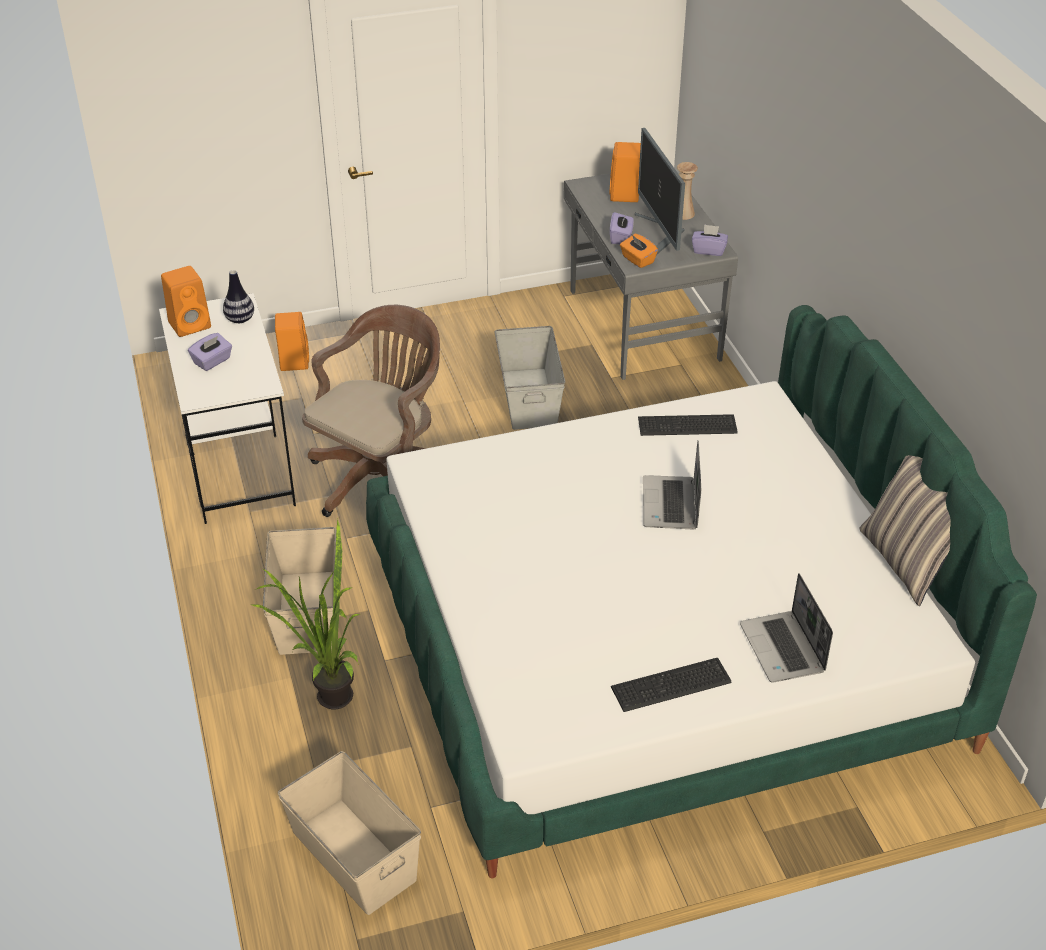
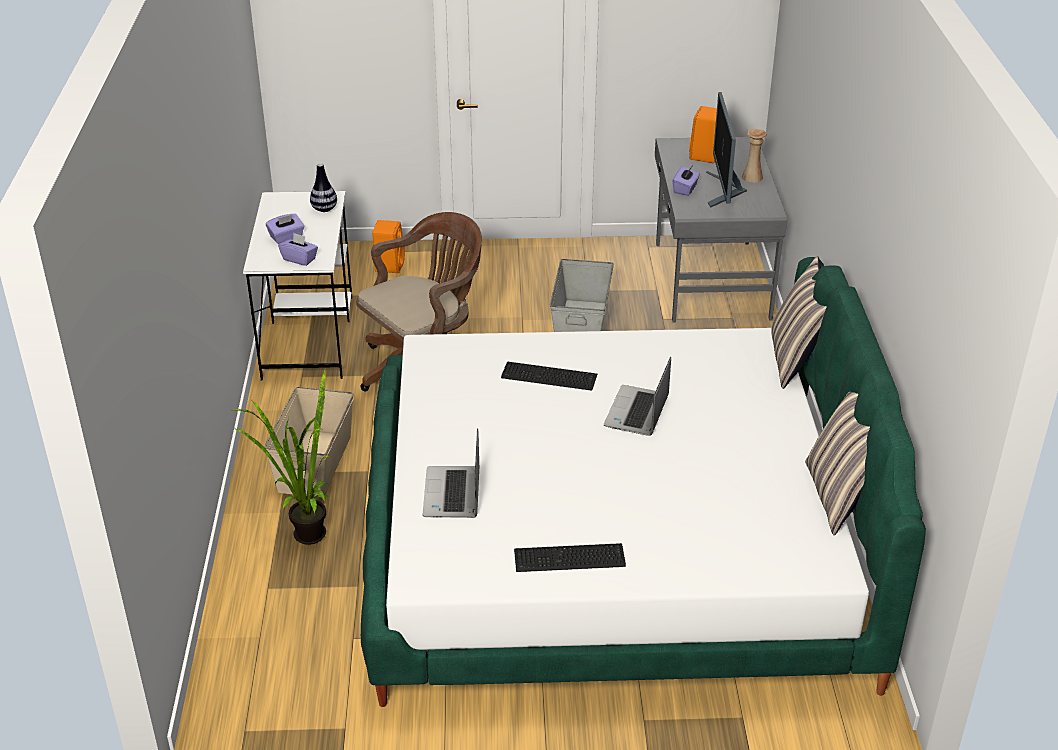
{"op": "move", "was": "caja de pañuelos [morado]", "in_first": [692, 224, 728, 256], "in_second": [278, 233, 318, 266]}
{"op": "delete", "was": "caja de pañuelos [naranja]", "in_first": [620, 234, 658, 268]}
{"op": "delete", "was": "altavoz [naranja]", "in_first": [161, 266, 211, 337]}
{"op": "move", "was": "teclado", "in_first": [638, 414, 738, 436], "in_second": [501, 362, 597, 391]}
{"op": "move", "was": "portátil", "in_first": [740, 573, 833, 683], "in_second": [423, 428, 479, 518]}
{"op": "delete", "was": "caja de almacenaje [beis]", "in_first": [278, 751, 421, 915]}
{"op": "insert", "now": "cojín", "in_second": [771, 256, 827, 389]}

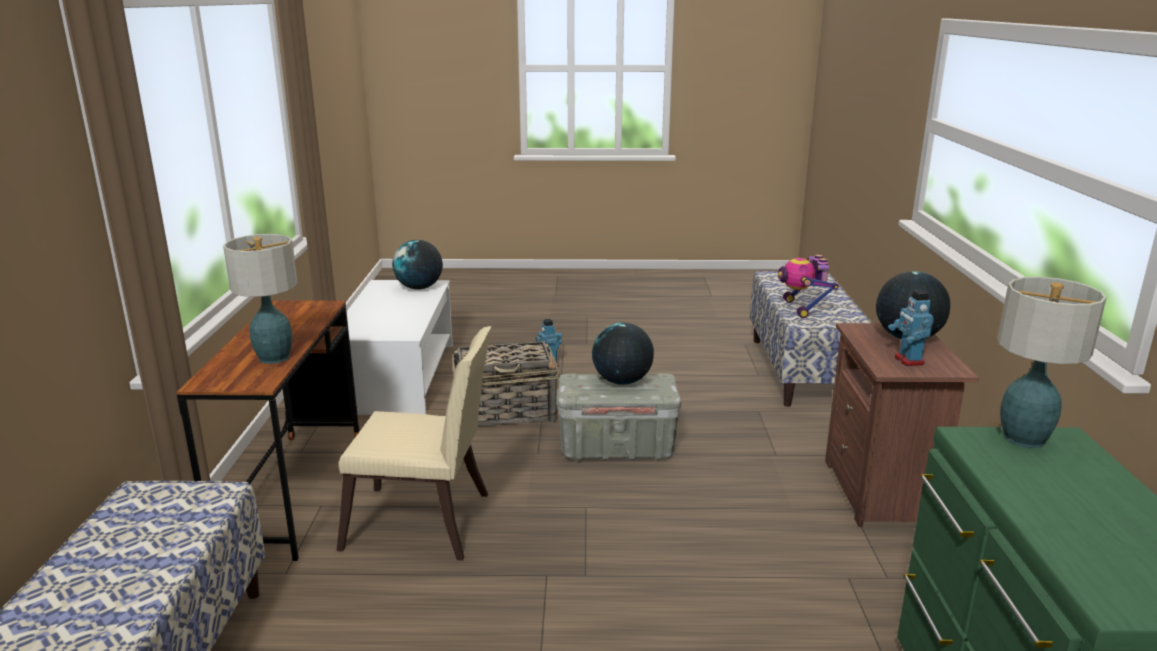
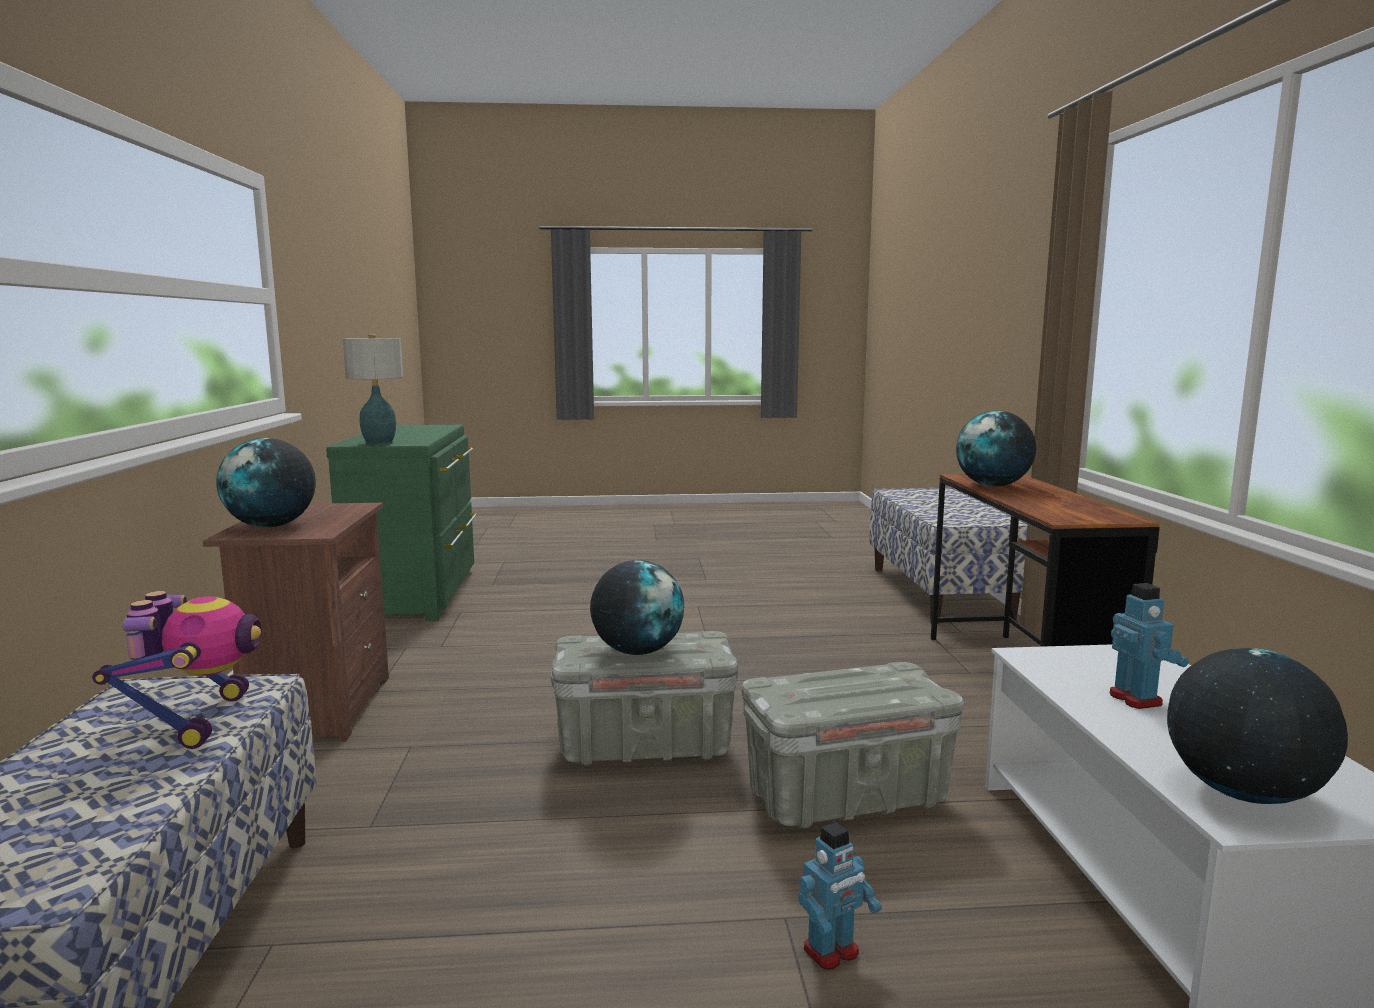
{"op": "replace", "was": "lámpara de mesa", "now": "globo terráqueo", "in_first": [223, 234, 298, 364], "in_second": [956, 411, 1036, 487]}
{"op": "move", "was": "robot de juguete", "in_first": [888, 290, 934, 366], "in_second": [1109, 583, 1189, 709]}
{"op": "delete", "was": "silla [beis]", "in_first": [337, 326, 491, 561]}
{"op": "replace", "was": "cesta", "now": "caja de almacenaje [gris]", "in_first": [452, 341, 559, 427], "in_second": [742, 662, 964, 829]}

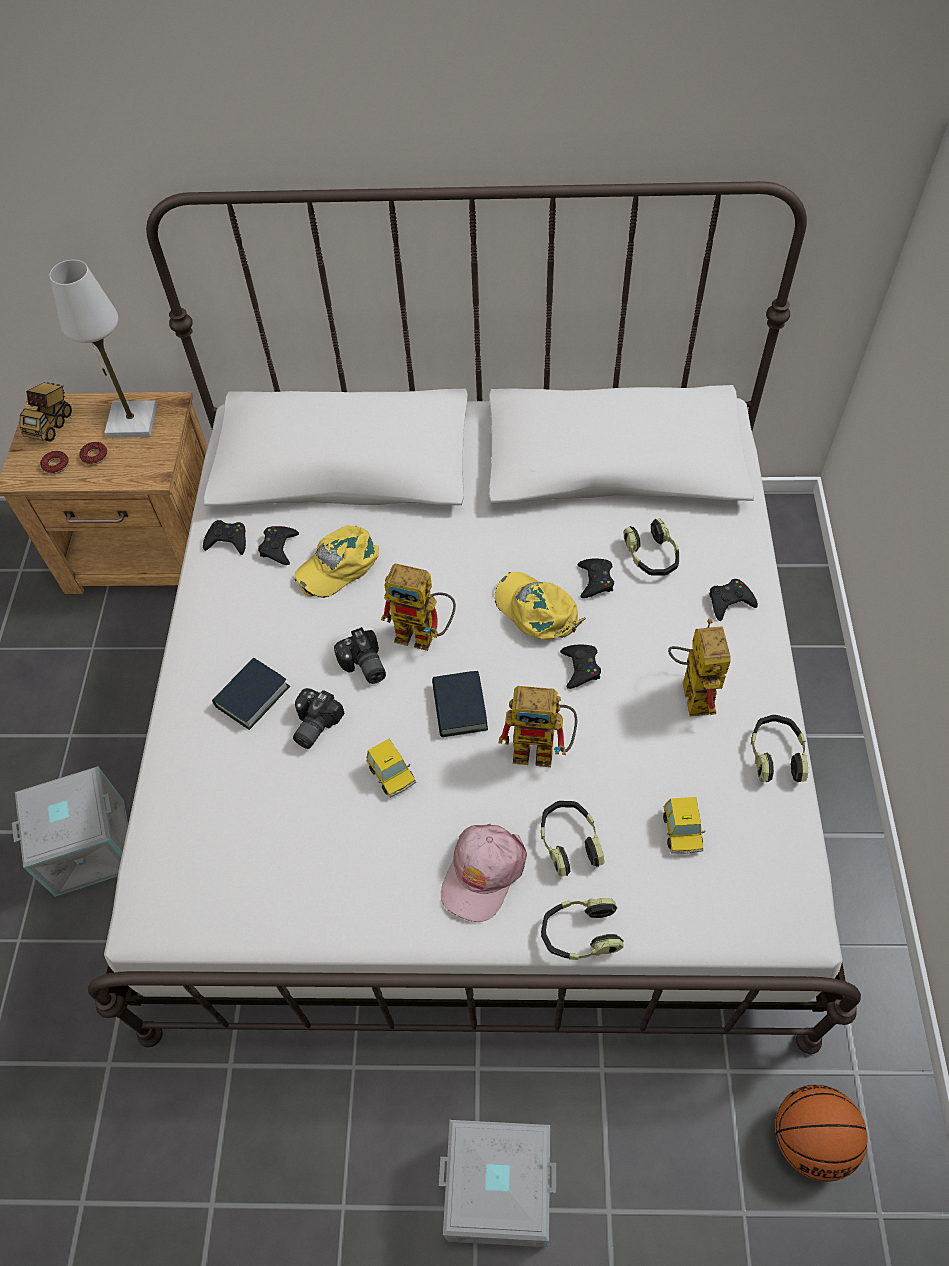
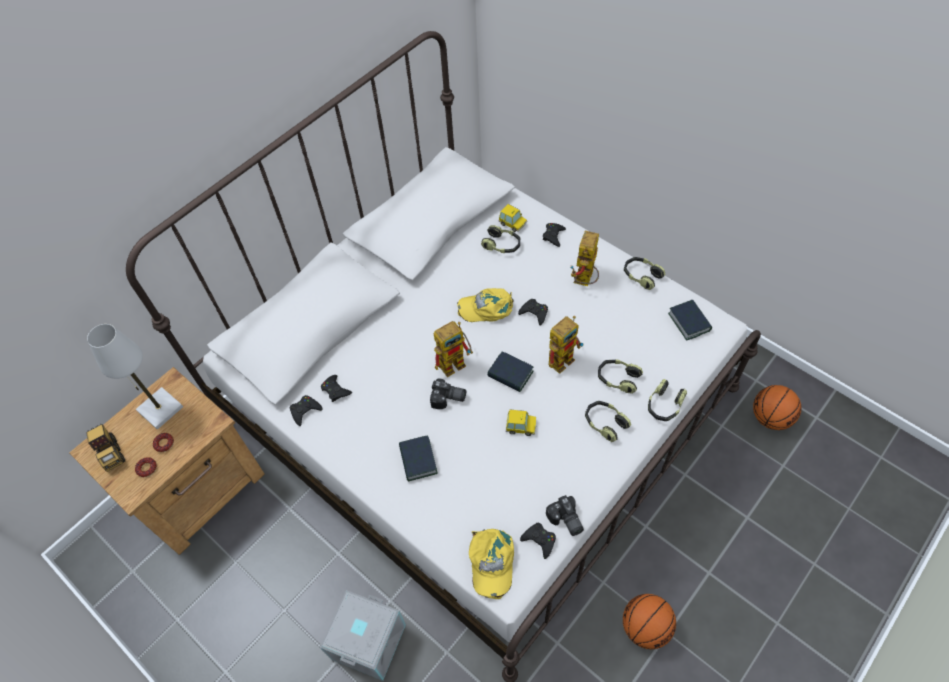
{"op": "move", "was": "gorra [amarillo]", "in_first": [295, 525, 379, 598], "in_second": [469, 529, 514, 599]}
{"op": "move", "was": "mando de consola [negro]", "in_first": [578, 558, 614, 598], "in_second": [520, 523, 556, 559]}
{"op": "rotate", "was": "robot de juguete", "in_first": [668, 618, 731, 716], "in_second": [570, 231, 599, 286], "clockwise": -105}
{"op": "move", "was": "cámara", "in_first": [293, 688, 345, 749], "in_second": [546, 495, 584, 536]}
{"op": "move", "was": "coche de juguete", "in_first": [663, 797, 705, 854], "in_second": [498, 204, 527, 232]}
{"op": "replace", "was": "gorra [rosa]", "now": "auriculares", "in_first": [441, 824, 527, 922], "in_second": [585, 401, 631, 442]}
{"op": "delete", "was": "caja de almacenaje [gris]", "in_first": [439, 1120, 556, 1247]}
{"op": "insert", "now": "libro", "in_second": [668, 300, 712, 341]}
{"op": "insert", "now": "balón de baloncesto", "in_second": [623, 594, 676, 649]}

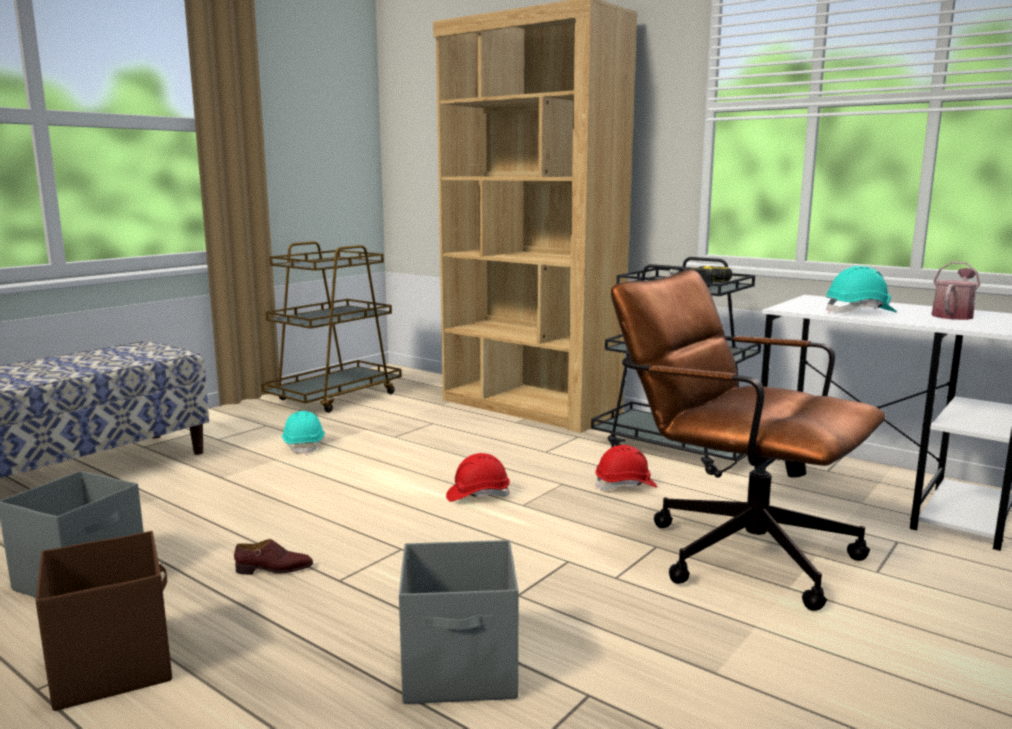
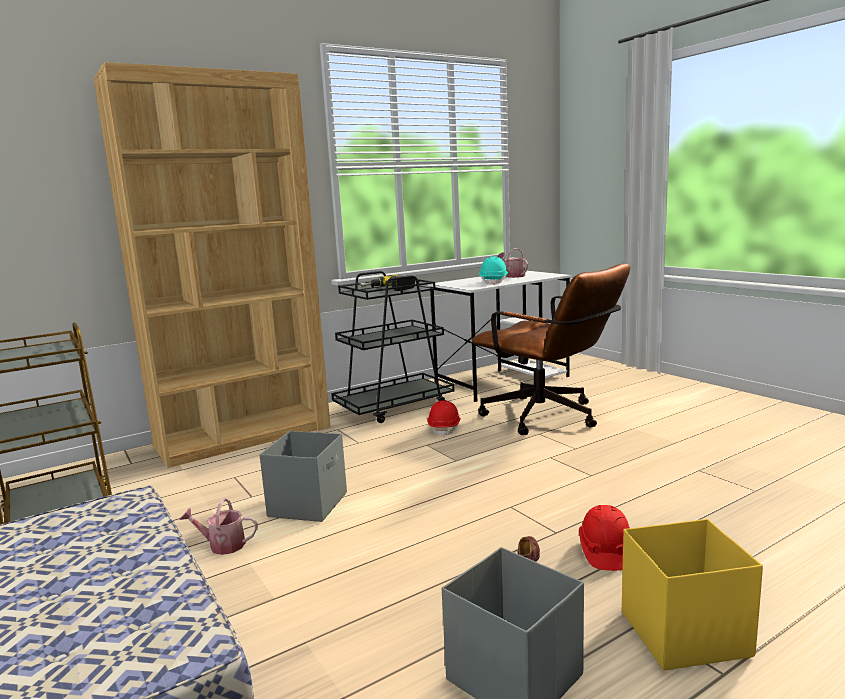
{"op": "rotate", "was": "silla de oficina [marrón]", "in_first": [611, 270, 886, 611], "in_second": [472, 264, 630, 435], "clockwise": -105}
{"op": "replace", "was": "casco [turquesa]", "now": "regadera", "in_first": [282, 411, 325, 455], "in_second": [179, 498, 258, 555]}
{"op": "move", "was": "casco [rojo]", "in_first": [446, 453, 510, 502], "in_second": [579, 505, 630, 571]}
{"op": "recolor", "was": "caja de almacenaje [marrón]", "now": "caja de almacenaje [amarillo]", "in_first": [36, 531, 172, 711], "in_second": [622, 519, 763, 670]}
{"op": "move", "was": "caja de almacenaje [gris]", "in_first": [399, 540, 519, 704], "in_second": [259, 431, 347, 522]}

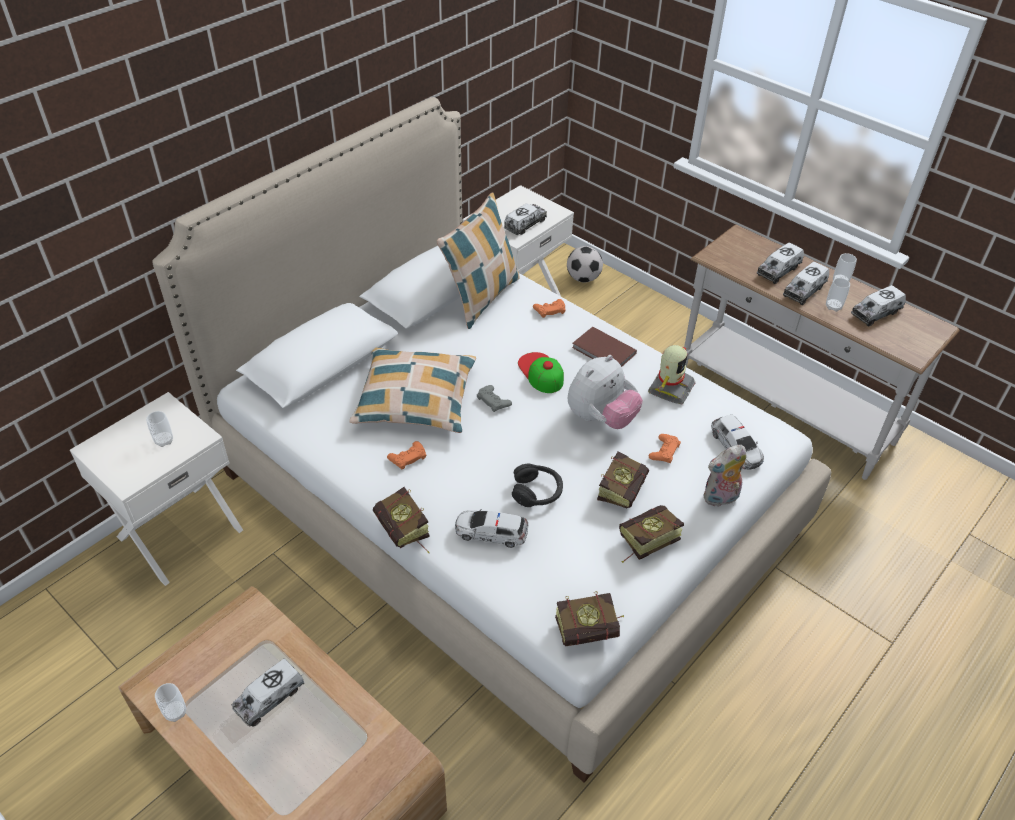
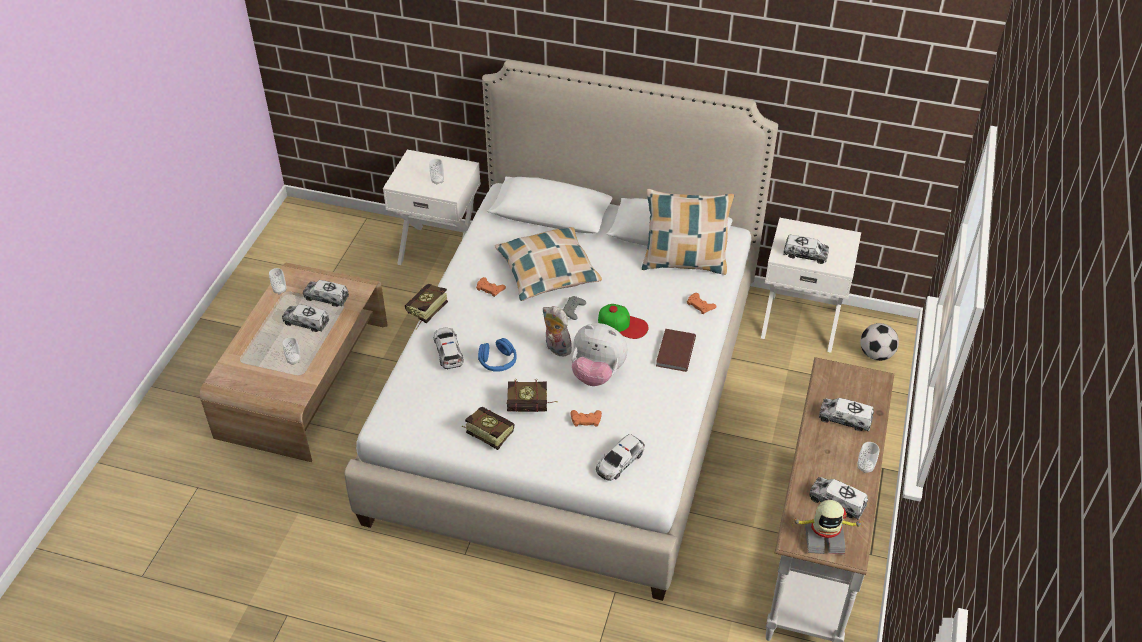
{"op": "move", "was": "camión de juguete", "in_first": [783, 262, 829, 305], "in_second": [303, 280, 349, 307]}
{"op": "move", "was": "taza", "in_first": [826, 278, 850, 312], "in_second": [282, 337, 301, 365]}
{"op": "move", "was": "robot de juguete", "in_first": [648, 345, 695, 404], "in_second": [791, 500, 863, 555]}
{"op": "rotate", "was": "gorra", "in_first": [518, 352, 564, 393], "in_second": [598, 304, 648, 339], "clockwise": 75}
{"op": "move", "was": "peluche", "in_first": [704, 445, 747, 507], "in_second": [542, 306, 572, 357]}
{"op": "recolor", "was": "auriculares [negro]", "now": "auriculares [azul]", "in_first": [512, 464, 563, 507], "in_second": [478, 338, 517, 372]}
{"op": "delete", "was": "libro", "in_first": [555, 591, 624, 646]}

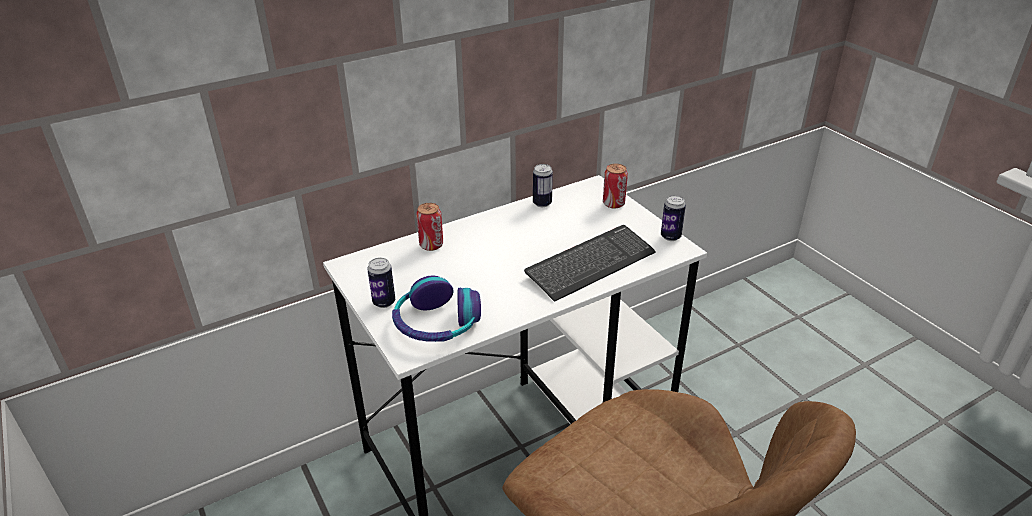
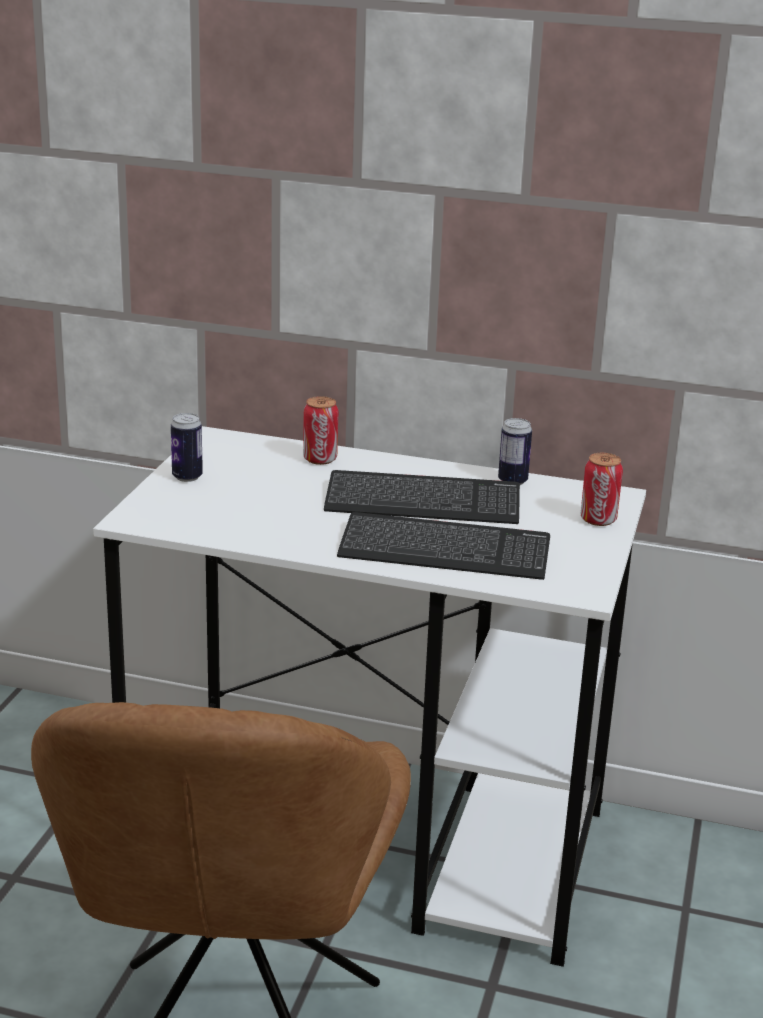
{"op": "delete", "was": "lata", "in_first": [661, 195, 686, 241]}
{"op": "delete", "was": "auriculares", "in_first": [392, 276, 481, 342]}
{"op": "insert", "now": "teclado", "in_second": [324, 470, 520, 524]}

